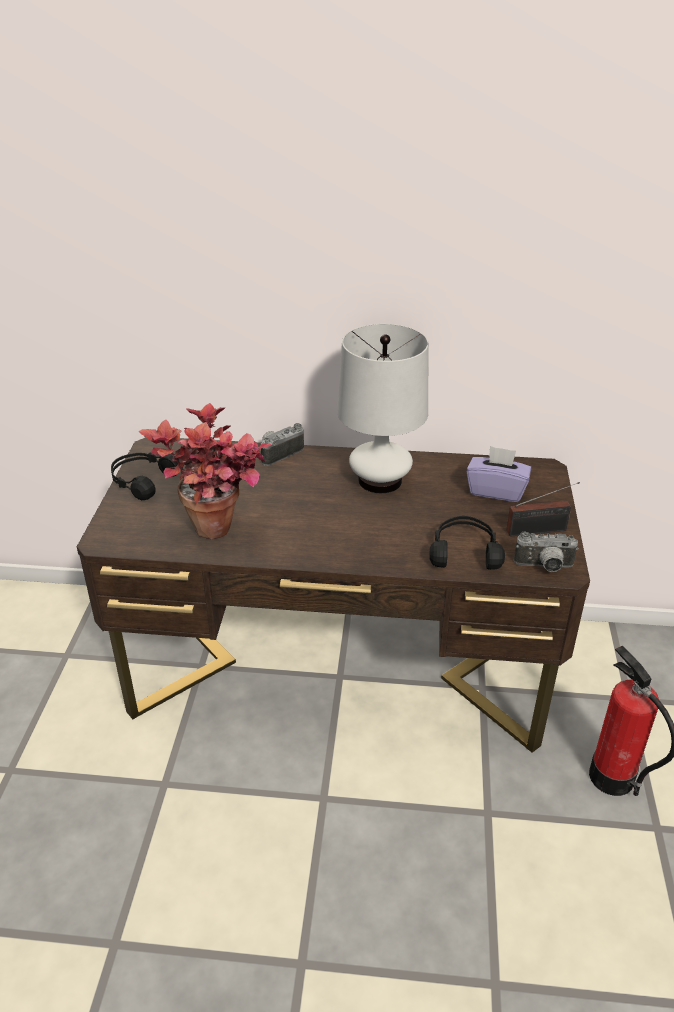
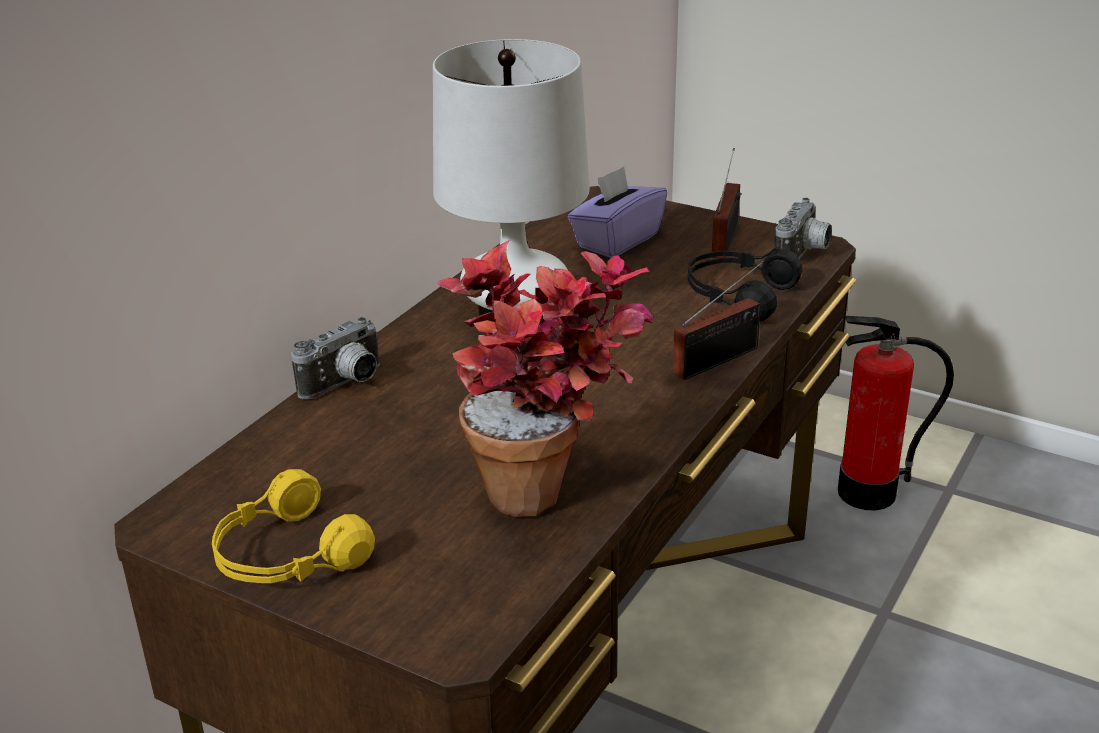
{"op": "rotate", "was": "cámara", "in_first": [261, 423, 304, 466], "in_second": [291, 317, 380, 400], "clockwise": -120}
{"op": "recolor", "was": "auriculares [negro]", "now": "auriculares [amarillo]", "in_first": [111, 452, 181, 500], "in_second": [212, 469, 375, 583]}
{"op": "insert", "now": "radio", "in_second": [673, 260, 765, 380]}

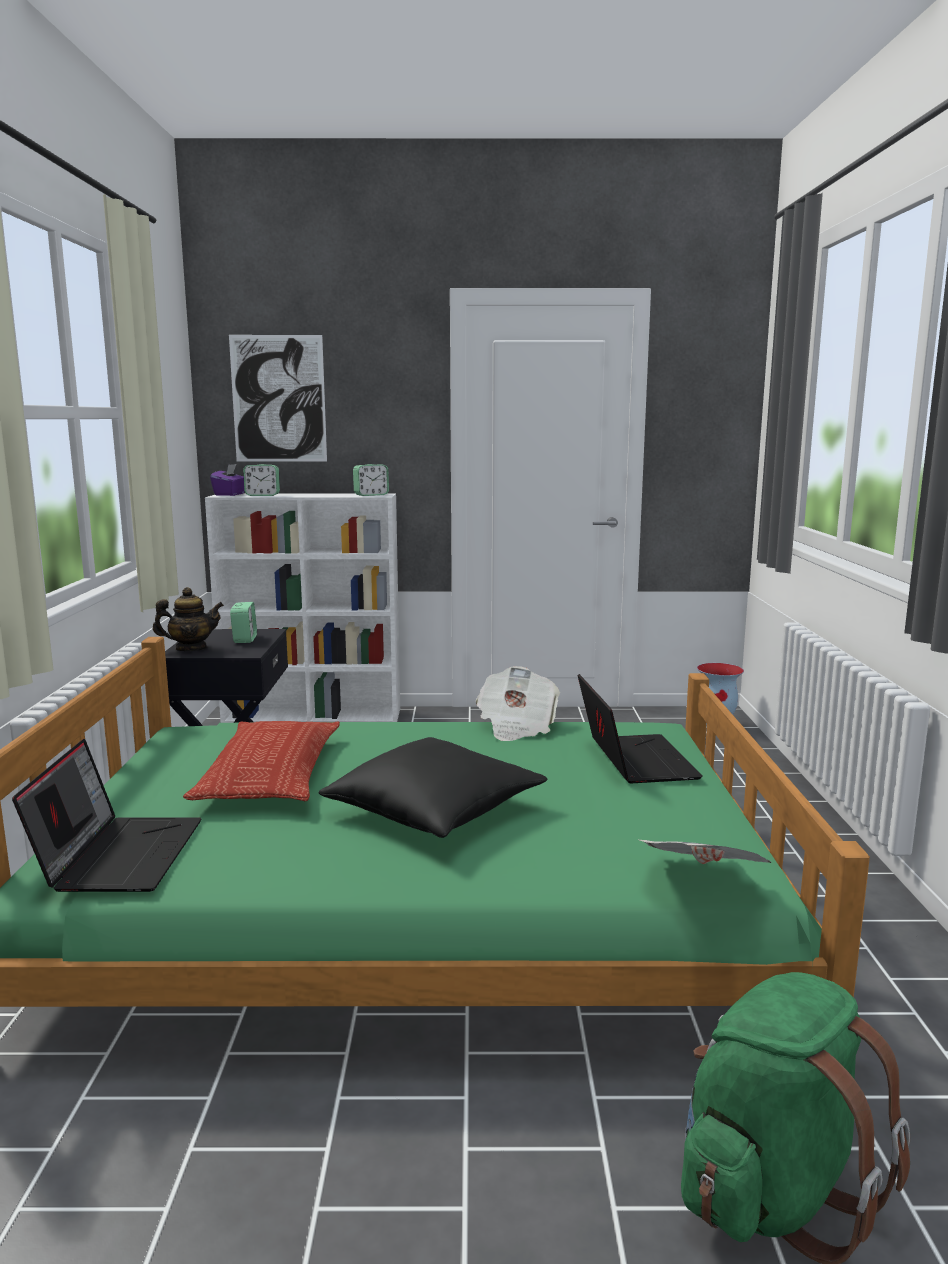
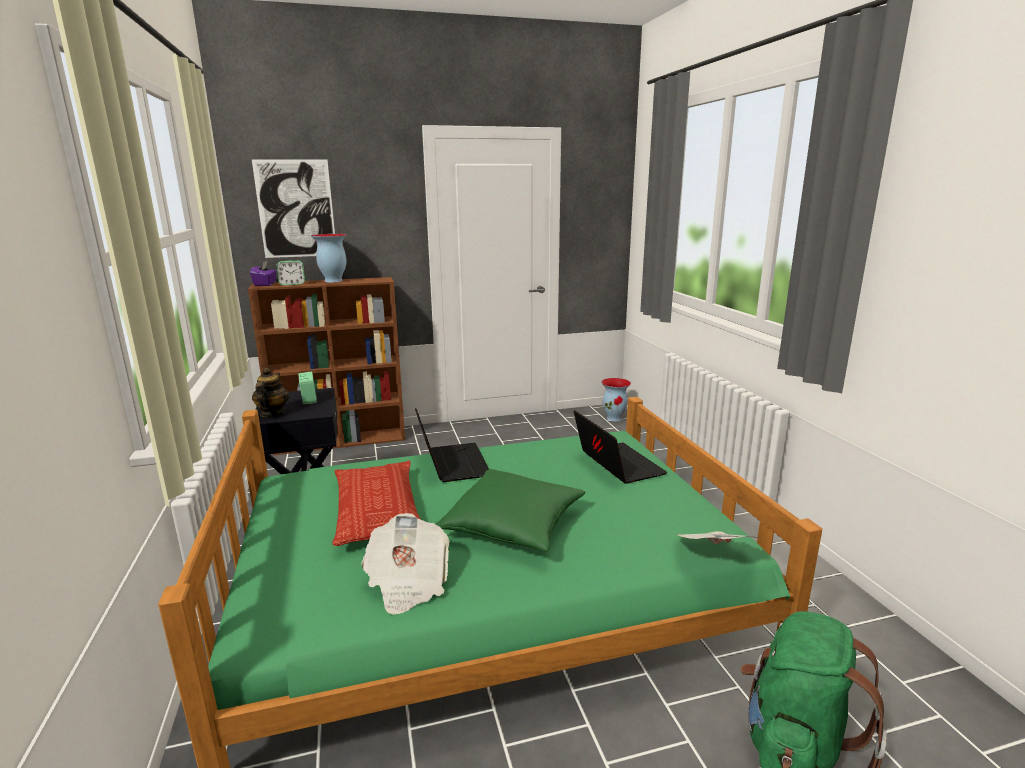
{"op": "delete", "was": "despertador", "in_first": [353, 464, 389, 496]}
{"op": "recolor", "was": "estantería [blanco]", "now": "estantería [marrón]", "in_first": [205, 493, 400, 723], "in_second": [248, 277, 405, 455]}
{"op": "rotate", "was": "tetera", "in_first": [153, 587, 224, 651], "in_second": [252, 367, 289, 417], "clockwise": -60}
{"op": "move", "was": "periódico", "in_first": [476, 666, 560, 741], "in_second": [361, 513, 450, 615]}
{"op": "recolor", "was": "cojín [negro]", "now": "cojín [verde]", "in_first": [319, 737, 547, 838], "in_second": [436, 469, 586, 552]}
{"op": "move", "was": "portátil", "in_first": [12, 739, 201, 892], "in_second": [415, 408, 489, 482]}
{"op": "insert", "now": "florero", "in_second": [311, 234, 347, 283]}

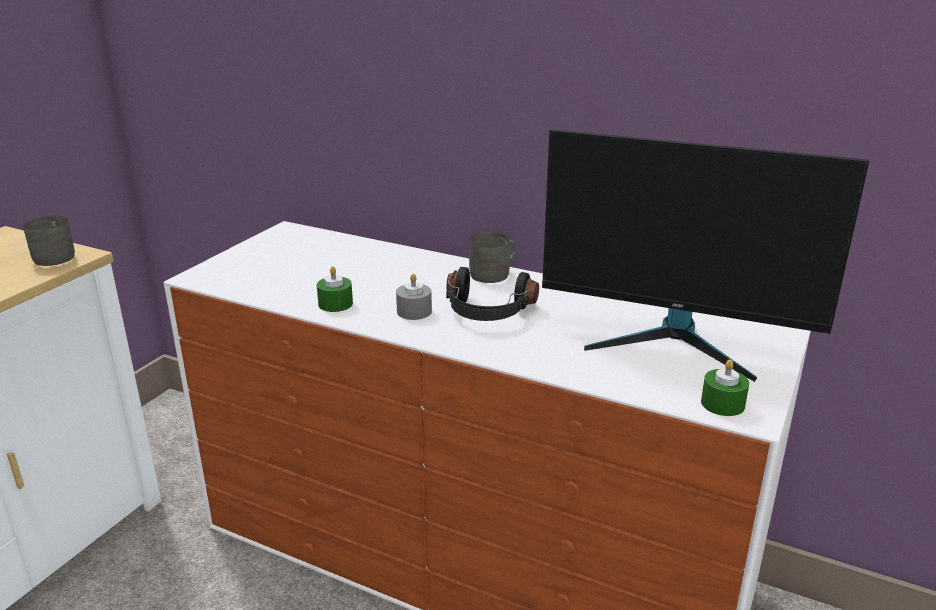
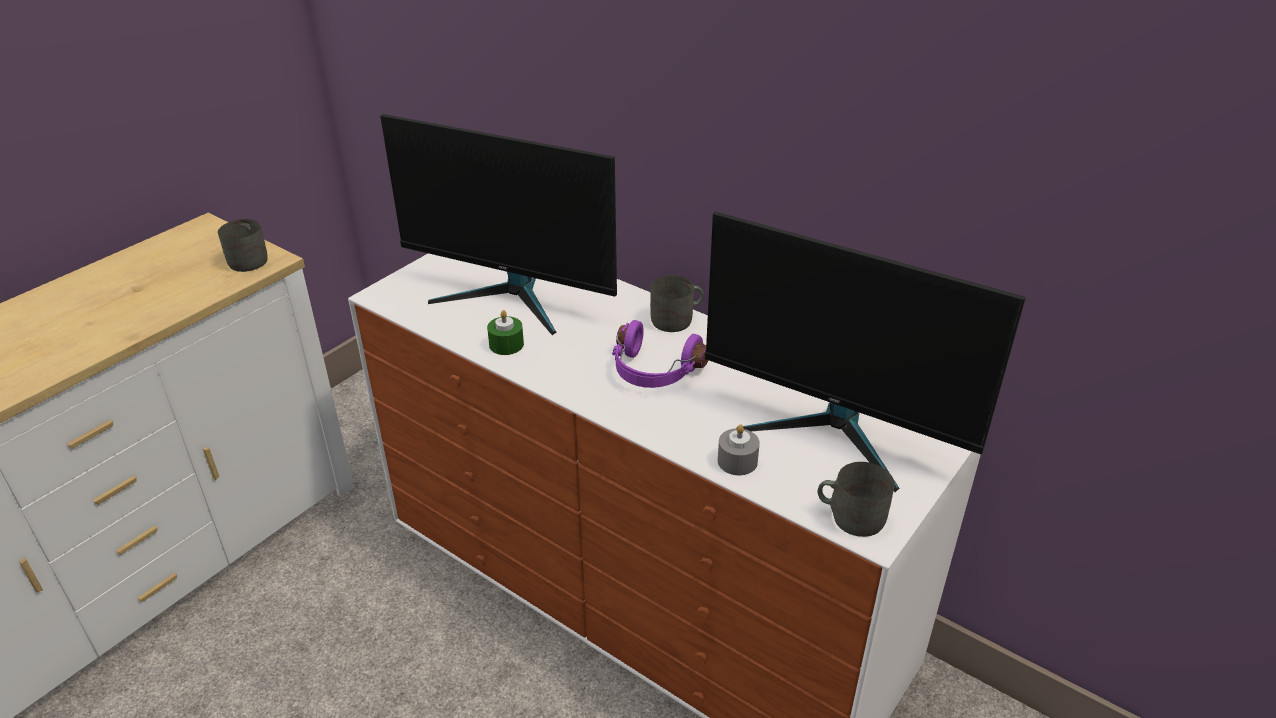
{"op": "recolor", "was": "auriculares [negro]", "now": "auriculares [morado]", "in_first": [446, 267, 539, 321], "in_second": [612, 320, 708, 388]}
{"op": "move", "was": "vela [gris]", "in_first": [396, 273, 432, 320], "in_second": [718, 424, 760, 475]}
{"op": "replace", "was": "vela [verde]", "now": "taza grande [gris]", "in_first": [701, 360, 749, 416], "in_second": [818, 462, 895, 537]}
{"op": "insert", "now": "monitor", "in_second": [380, 114, 617, 335]}

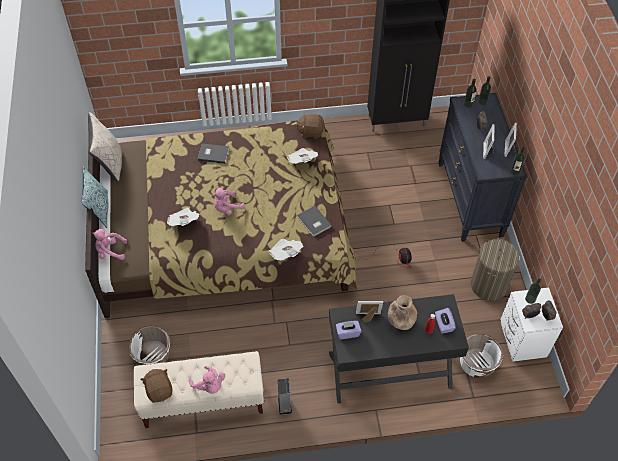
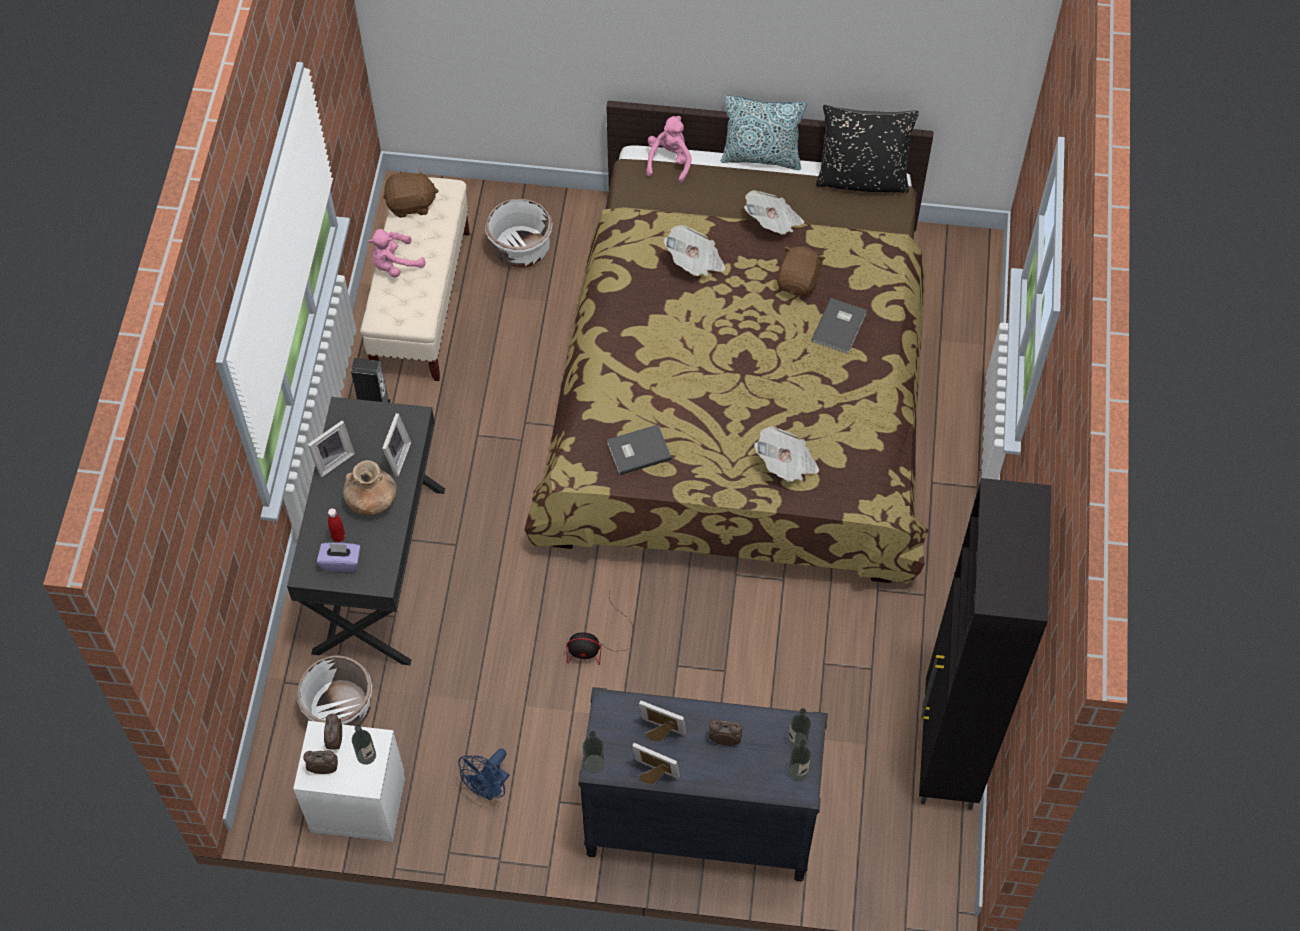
{"op": "recolor", "was": "cojín [beis]", "now": "cojín [negro]", "in_first": [88, 112, 122, 182], "in_second": [816, 105, 919, 193]}
{"op": "move", "was": "peluche [marrón]", "in_first": [295, 113, 325, 139], "in_second": [777, 246, 825, 297]}
{"op": "delete", "was": "peluche [rosa]", "in_first": [213, 188, 245, 215]}
{"op": "replace", "was": "cesto de la ropa", "now": "ventilador [azul]", "in_first": [470, 237, 519, 301], "in_second": [458, 749, 509, 801]}
{"op": "move", "was": "periódico", "in_first": [268, 239, 303, 260], "in_second": [744, 190, 804, 235]}
{"op": "delete", "was": "caja de pañuelos [morado]", "in_first": [336, 321, 362, 339]}
{"op": "insert", "now": "portarretratos", "in_second": [308, 420, 355, 477]}

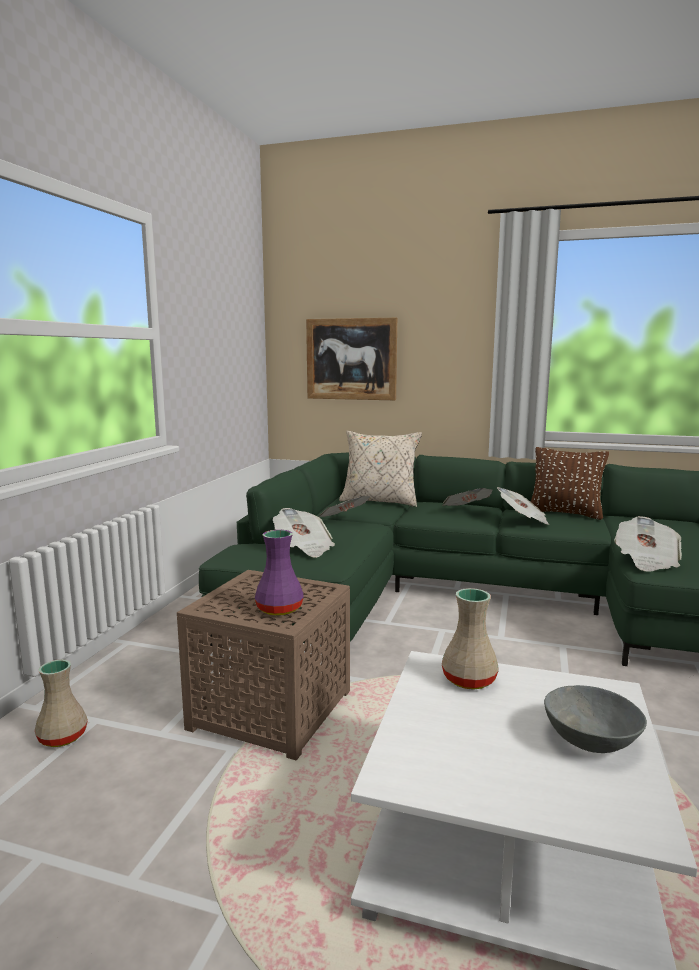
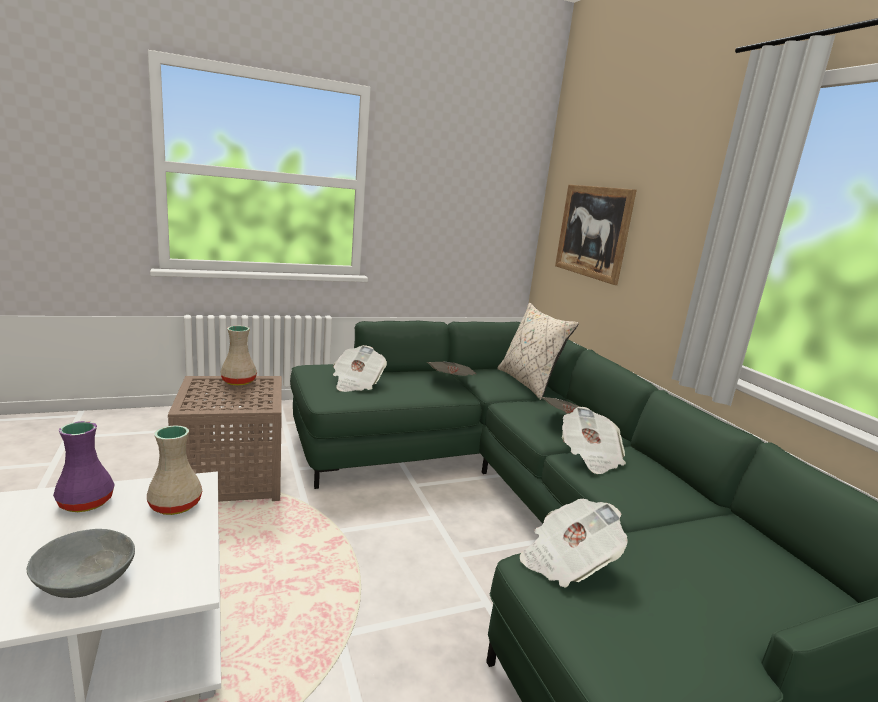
{"op": "delete", "was": "cojín [marrón]", "in_first": [531, 447, 609, 520]}
{"op": "move", "was": "florero [morado]", "in_first": [255, 530, 304, 616], "in_second": [53, 421, 115, 512]}
{"op": "move", "was": "florero [beis]", "in_first": [35, 659, 88, 747], "in_second": [220, 326, 257, 386]}

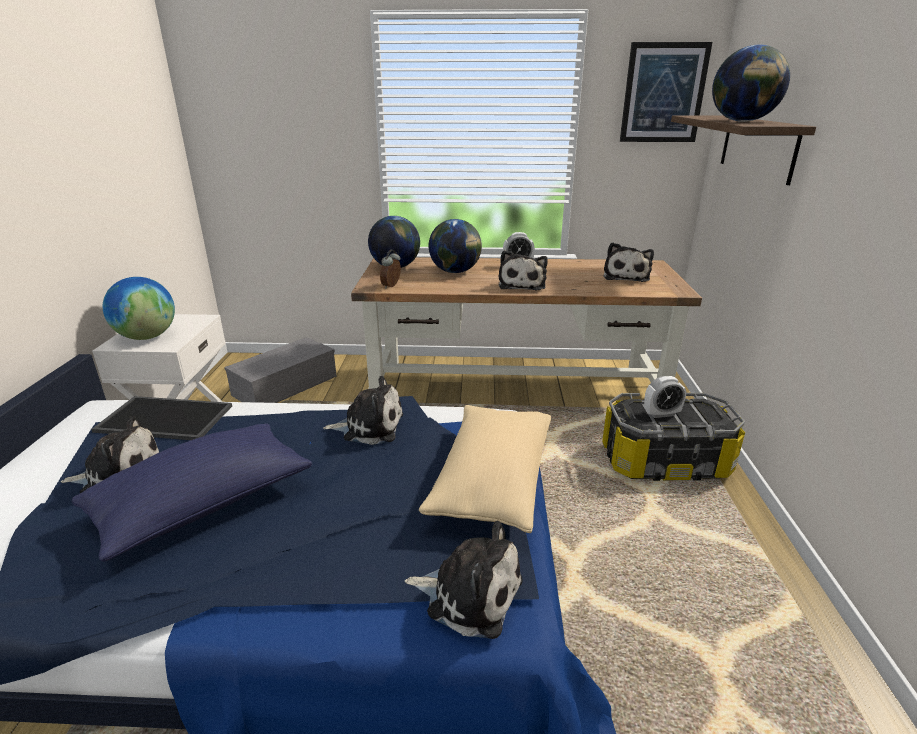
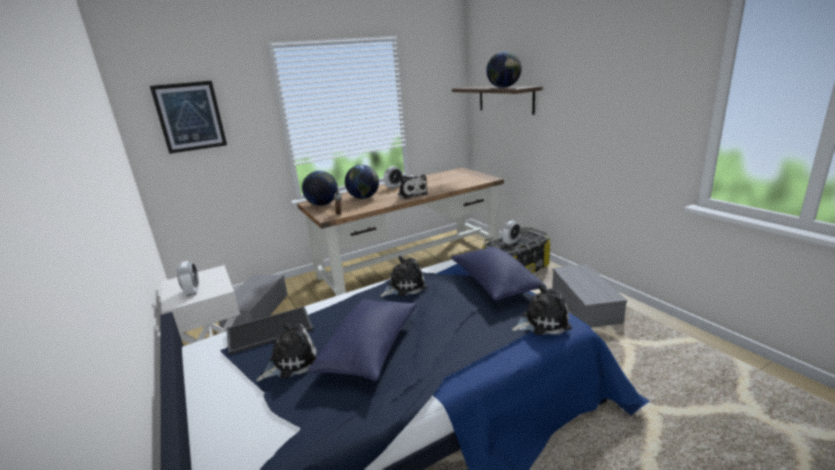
{"op": "move", "was": "cuadro", "in_first": [620, 42, 712, 142], "in_second": [150, 81, 227, 154]}
{"op": "delete", "was": "peluche", "in_first": [603, 242, 654, 282]}
{"op": "replace", "was": "globo terráqueo", "now": "despertador", "in_first": [103, 277, 175, 340], "in_second": [177, 261, 199, 296]}
{"op": "recolor", "was": "cojín [beis]", "now": "cojín [azul]", "in_first": [419, 405, 551, 533], "in_second": [451, 246, 547, 301]}
{"op": "insert", "now": "caja de almacenaje [gris]", "in_second": [552, 264, 627, 327]}

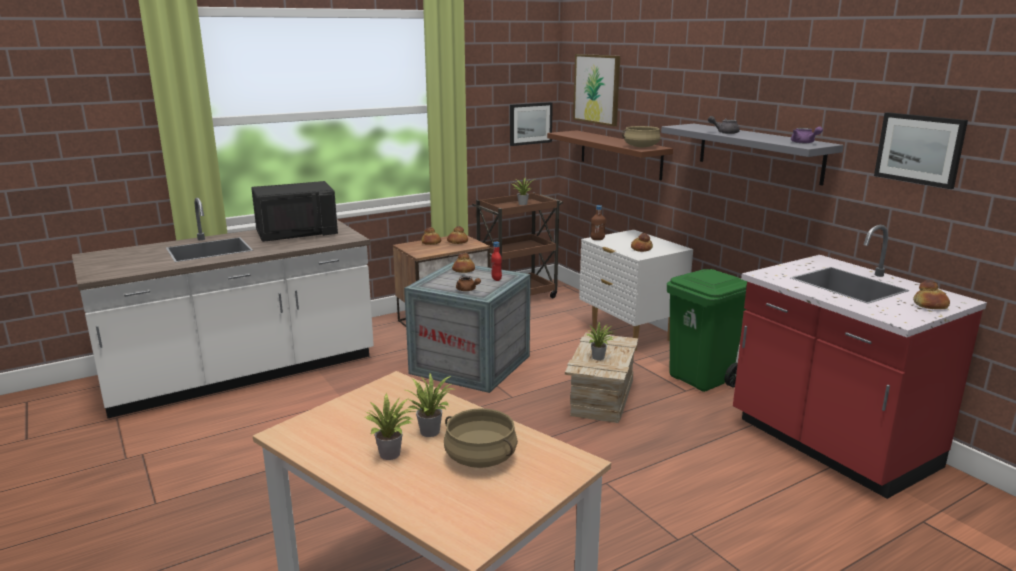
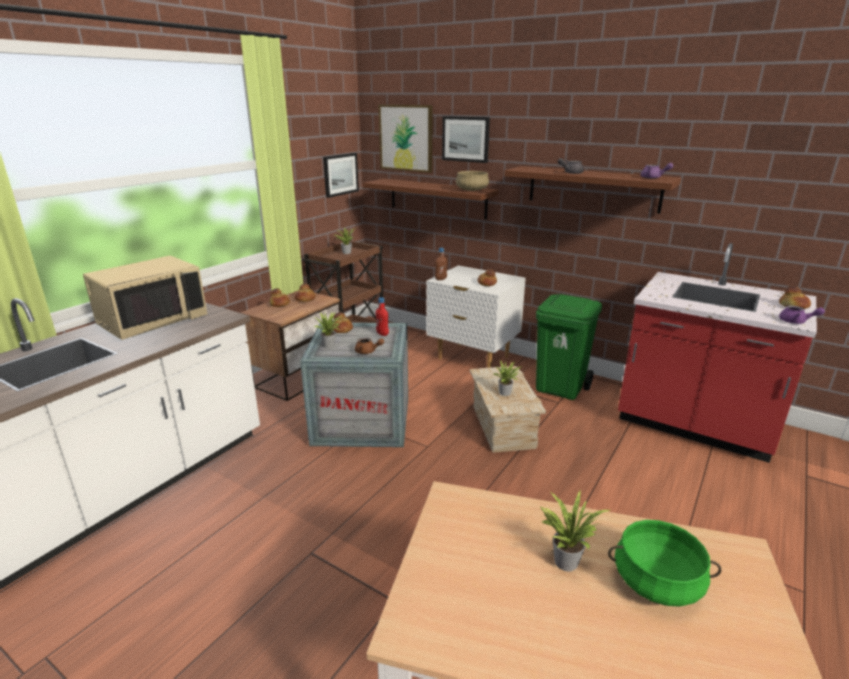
{"op": "move", "was": "cuadro", "in_first": [874, 112, 968, 189], "in_second": [442, 116, 490, 163]}
{"op": "recolor", "was": "estante [gris]", "now": "estante [marrón]", "in_first": [661, 124, 844, 186], "in_second": [504, 166, 682, 214]}
{"op": "recolor", "was": "microondas [negro]", "now": "microondas [beis]", "in_first": [251, 181, 338, 242], "in_second": [83, 256, 207, 340]}
{"op": "move", "was": "planta en maceta", "in_first": [364, 393, 416, 460], "in_second": [314, 312, 344, 348]}
{"op": "recolor", "was": "olla [beis]", "now": "olla [verde]", "in_first": [444, 408, 518, 468], "in_second": [608, 520, 722, 606]}
{"op": "insert", "now": "tetera [morado]", "in_second": [779, 305, 825, 324]}

